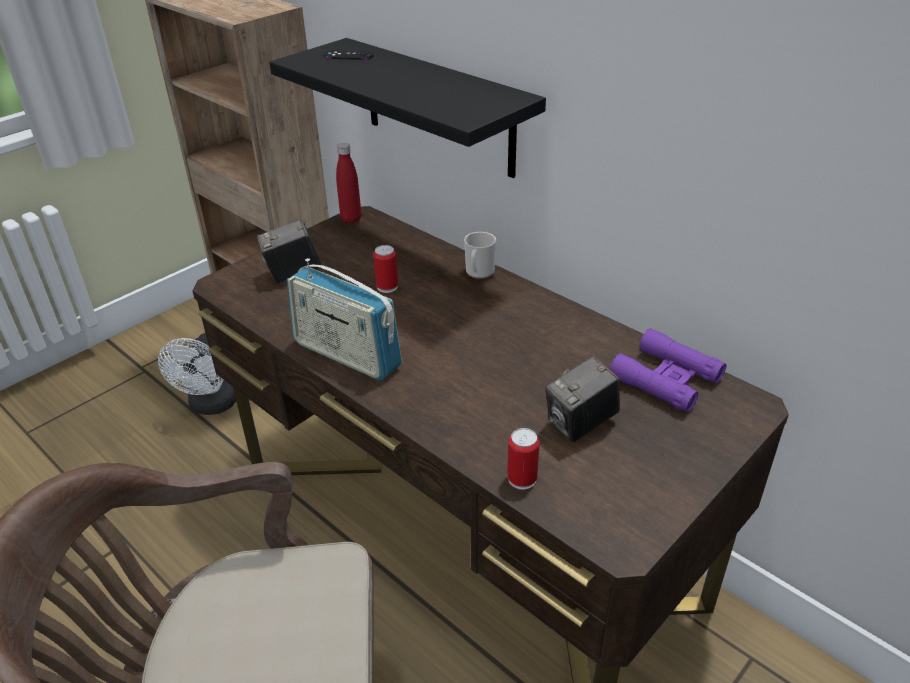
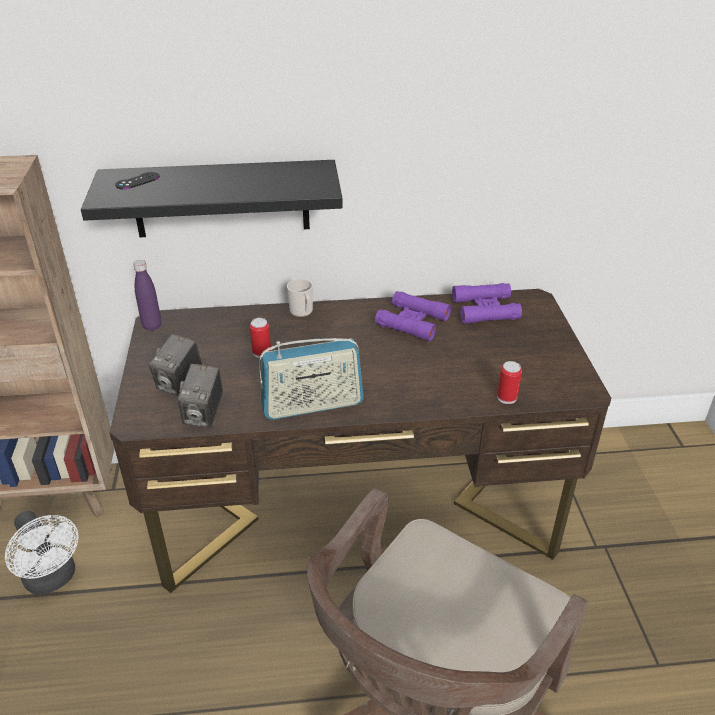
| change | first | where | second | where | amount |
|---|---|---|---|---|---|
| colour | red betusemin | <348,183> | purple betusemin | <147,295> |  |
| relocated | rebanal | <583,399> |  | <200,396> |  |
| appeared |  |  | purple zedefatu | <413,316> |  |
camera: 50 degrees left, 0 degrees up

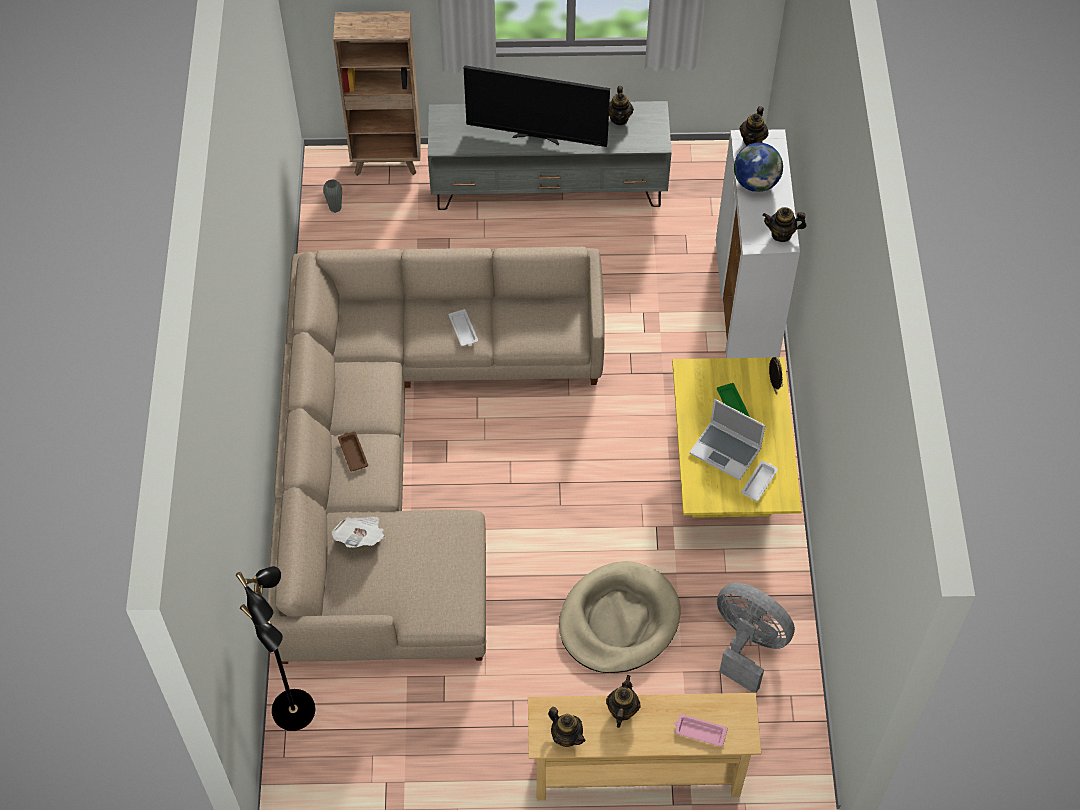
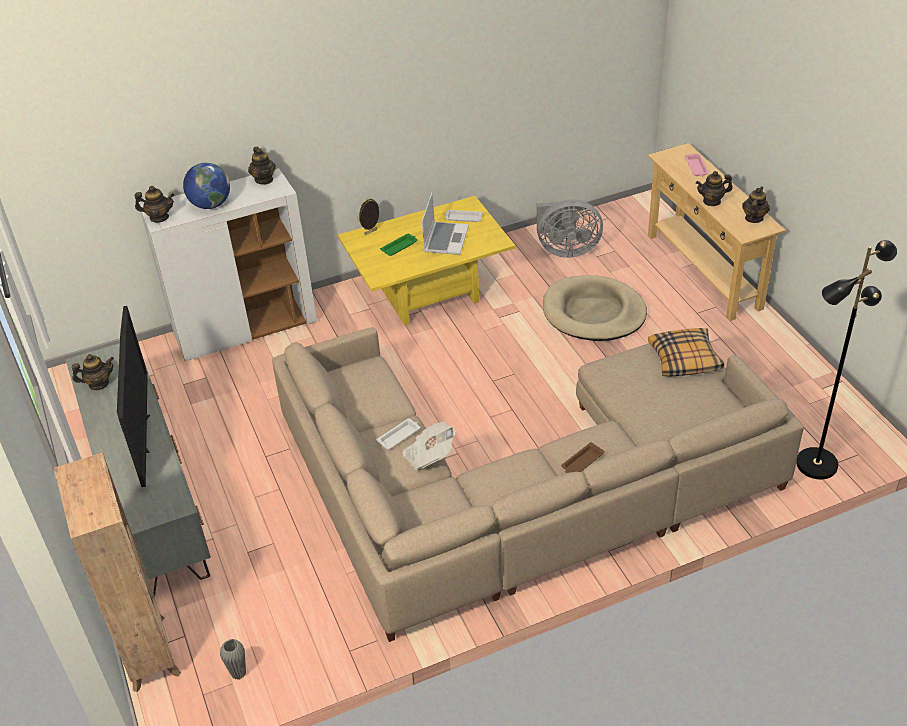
| change | first | where | second | where | amount |
|---|---|---|---|---|---|
| relocated | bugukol | <358,532> |  | <429,445> |  |
| spun | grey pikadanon | <756,637> |  | <570,228> | 105 degrees counterclockwise |
| appeared |  |  | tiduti | <686,352> |  |
camera: 110 degrees left, 15 degrees down

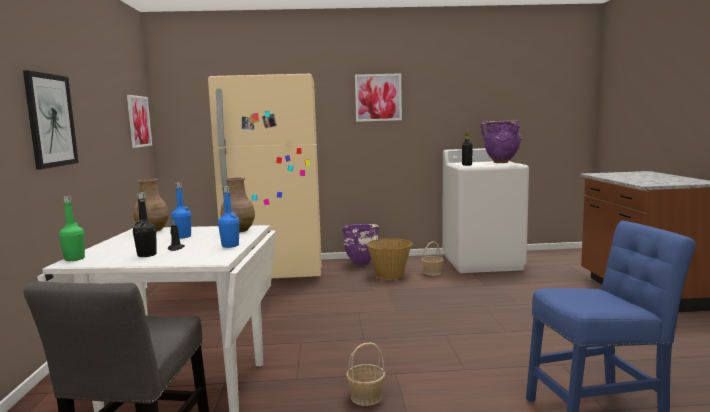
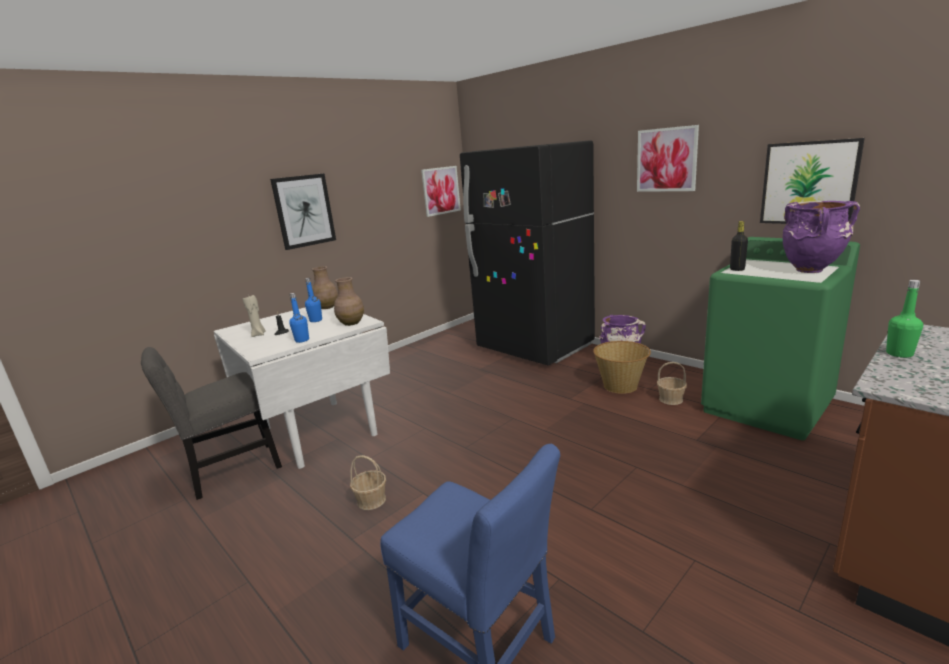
| change | first | where | second | where | amount |
|---|---|---|---|---|---|
| exchanged | black betusemin | <144,224> | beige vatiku | <254,316> |  |
| colour | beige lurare | <265,176> | black lurare | <527,253> |  |
| colour | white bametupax | <485,210> | green bametupax | <780,338> |  |
| appeared |  |  | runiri | <812,181> |  |
| relocated | green betusemin | <72,228> |  | <904,319> |  |
camera: 50 degrees right, 10 degrees up

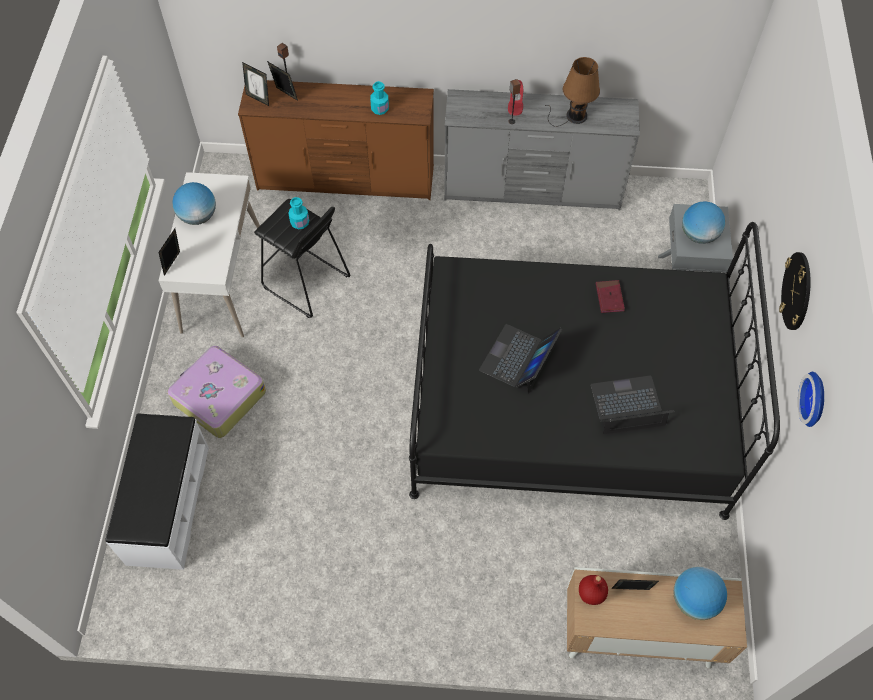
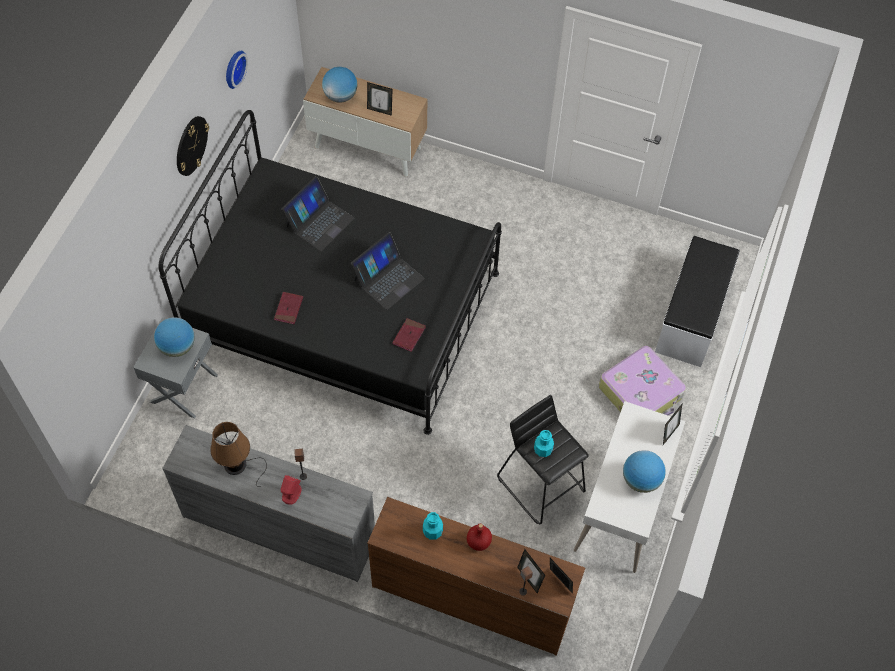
| change | first | where | second | where | amount |
|---|---|---|---|---|---|
| spun | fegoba | <632,404> |  | <318,213> | 60 degrees counterclockwise |
| appeared |  |  | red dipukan | <409,335> |  |
| relocated | red betusemin | <593,590> |  | <479,537> |  |
camera: 165 degrees left, 0 degrees up

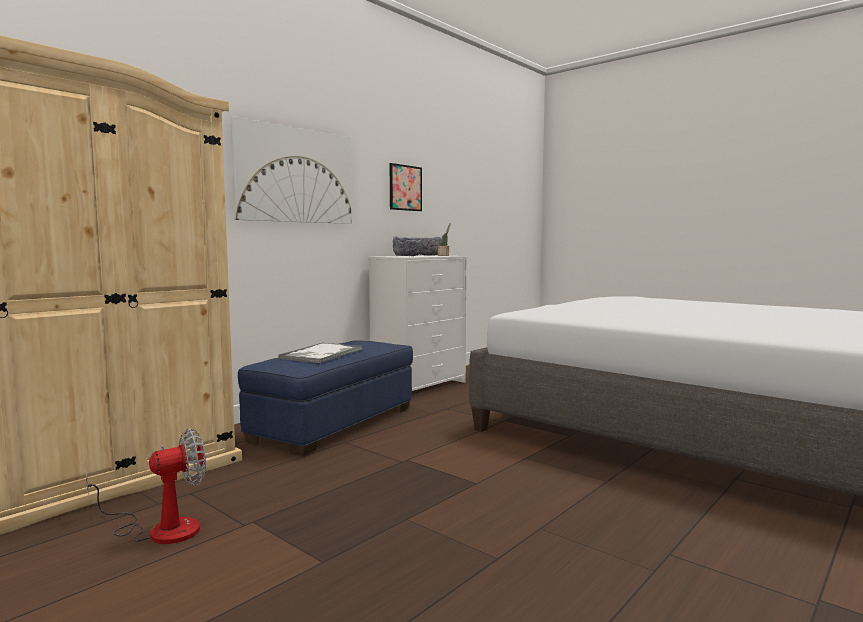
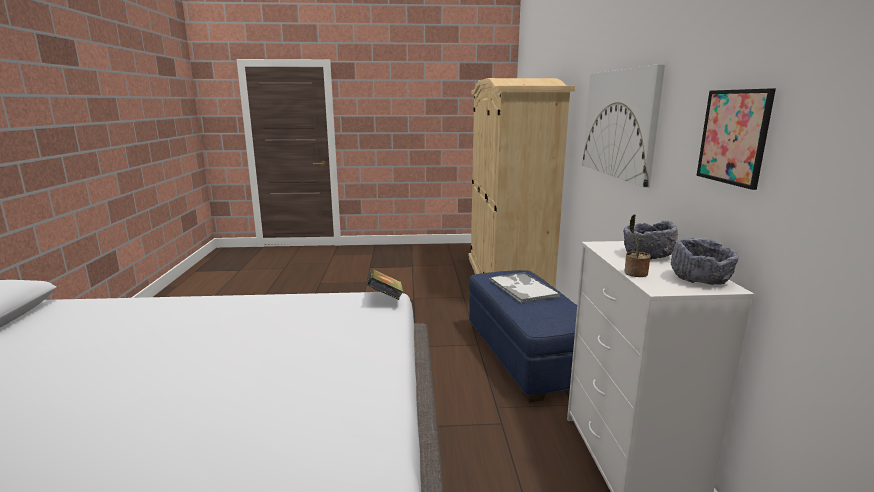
| change | first | where | second | where | amount |
|---|---|---|---|---|---|
| appeared |  |  | dipukan | <385,284> |  |
| missing | pikadanon | <146,486> |  |  |  |
camera: 135 degrees right, 10 degrees up

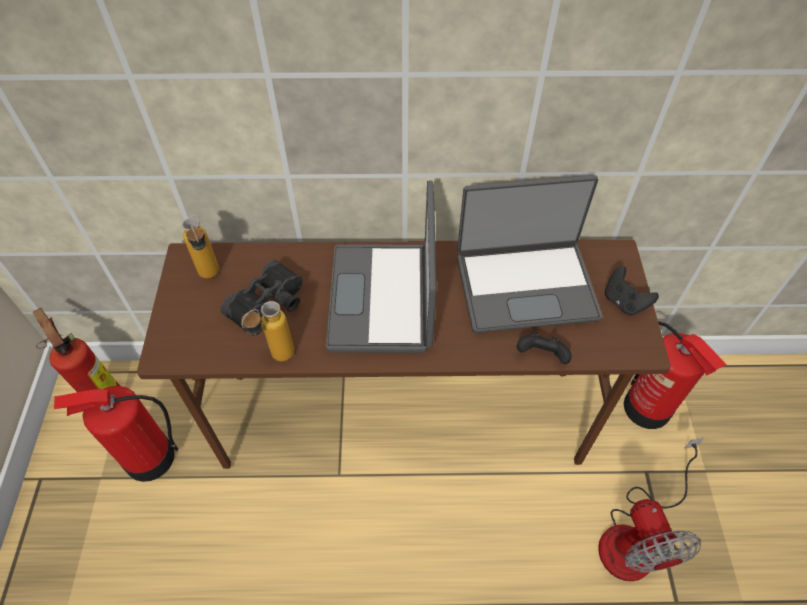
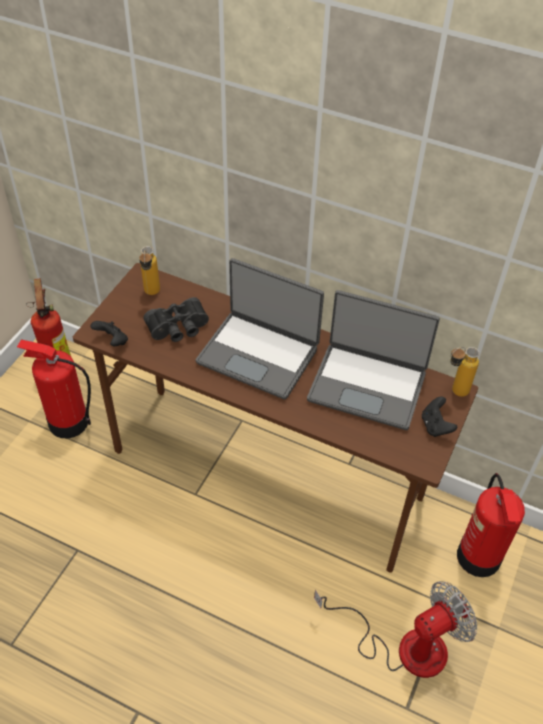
| change | first | where | second | where | amount |
|---|---|---|---|---|---|
| relocated | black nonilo | <544,347> |  | <109,333> |  |
| spun | fegoba | <381,266> |  | <260,328> | 90 degrees counterclockwise |
| spun | pikadanon | <651,509> |  | <395,629> | 135 degrees counterclockwise |
| relocated | betusemin | <267,331> |  | <465,372> |  |
camera: 25 degrees right, 5 degrees down

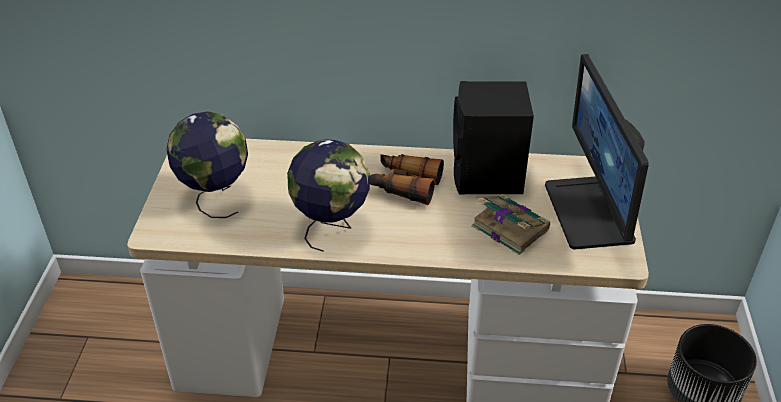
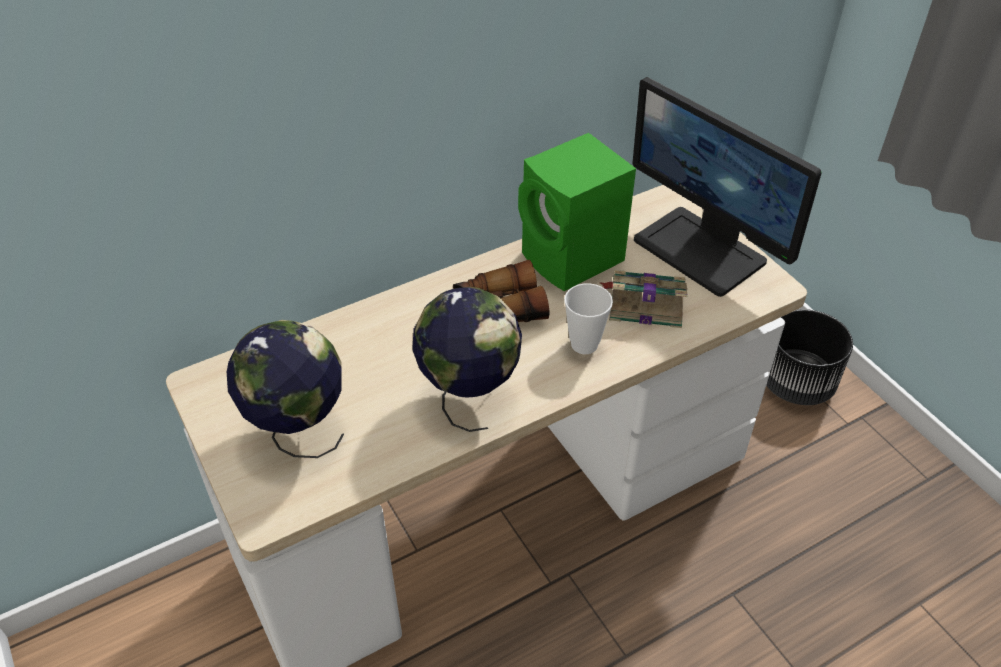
| change | first | where | second | where | amount |
|---|---|---|---|---|---|
| colour | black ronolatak | <493,138> | green ronolatak | <577,212> |  |
| appeared |  |  | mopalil | <588,318> |  |
camera: 35 degrees left, 5 degrees up

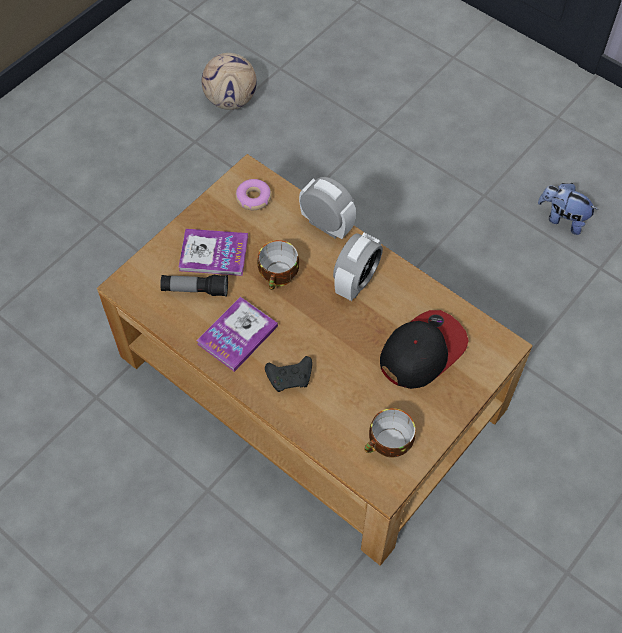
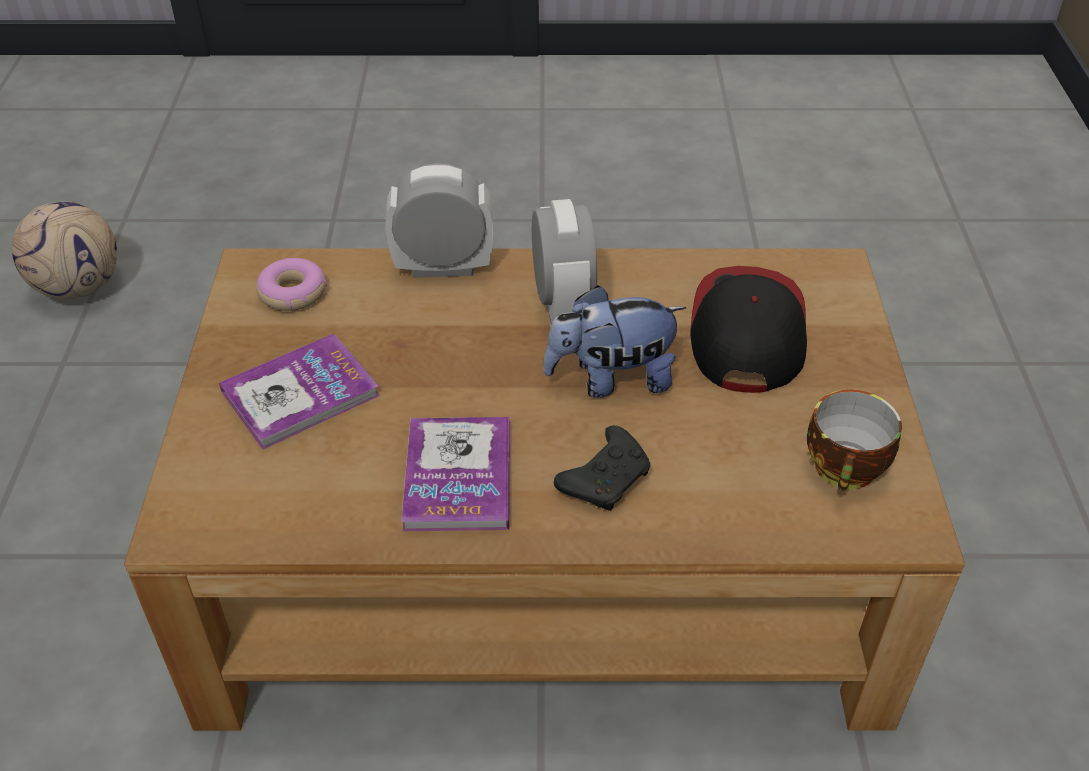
| change | first | where | second | where | amount |
|---|---|---|---|---|---|
| relocated | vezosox | <568,209> |  | <614,341> |  |
| missing | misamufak | <194,286> |  |  |  |
| missing | mopalil | <278,265> |  |  |  |
camera: 40 degrees left, 15 degrees down

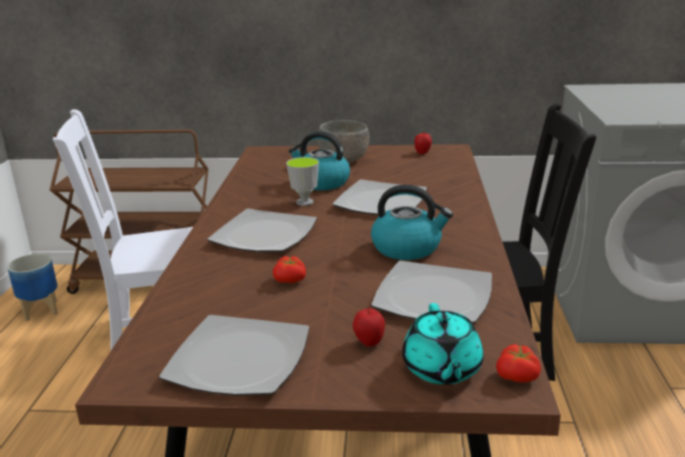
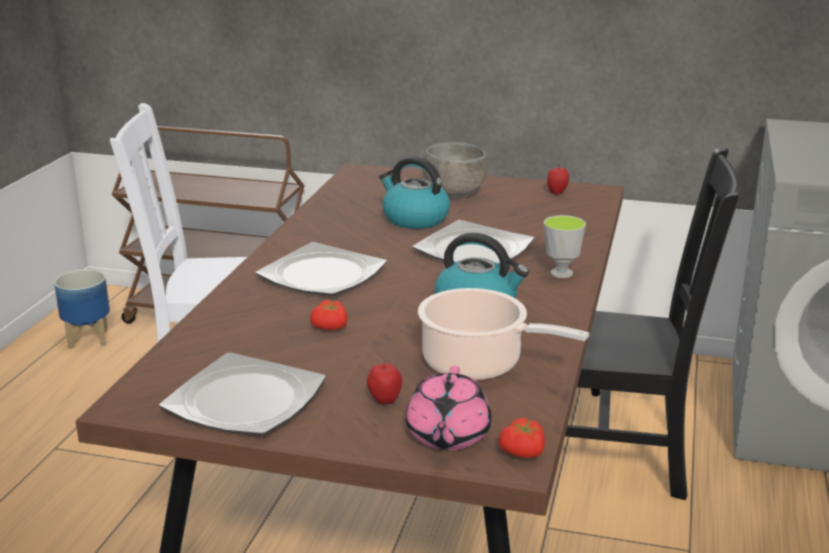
| change | first | where | second | where | amount |
|---|---|---|---|---|---|
| colour | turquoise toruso | <443,344> | pink toruso | <449,408> |  |
| exchanged | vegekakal | <431,292> | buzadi | <503,334> |  |
| relocated | mopalil | <302,181> |  | <565,246> |  |
camera: 10 degrees right, 0 degrees up

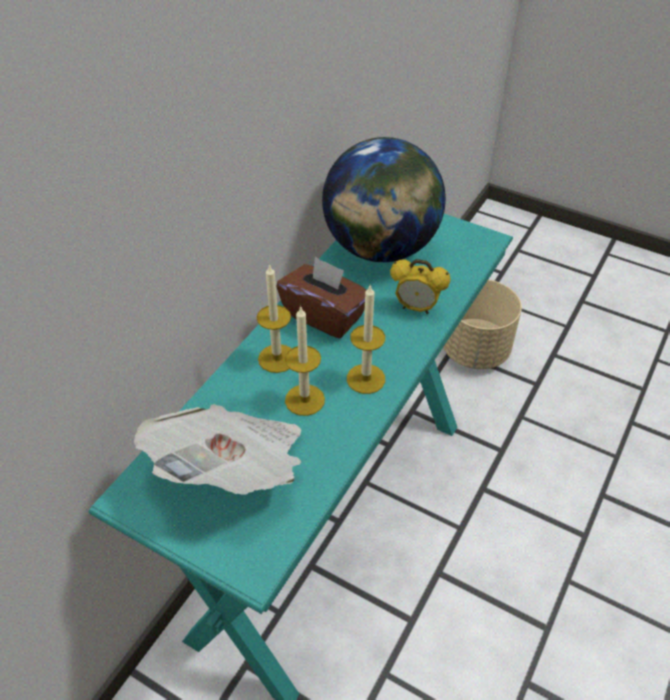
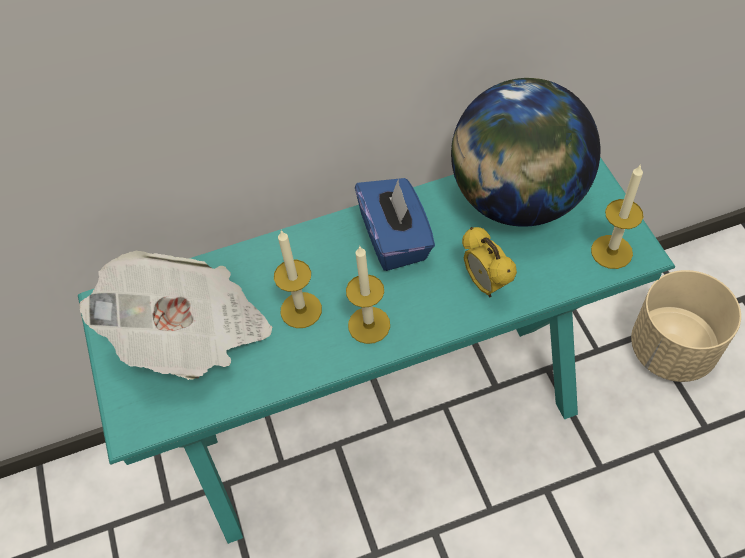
| change | first | where | second | where | amount |
|---|---|---|---|---|---|
| colour | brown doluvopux | <321,297> | blue doluvopux | <395,224> |  |
| relocated | vatiku | <274,318> |  | <617,216> |  |
camera: 45 degrees right, 10 degrees up

